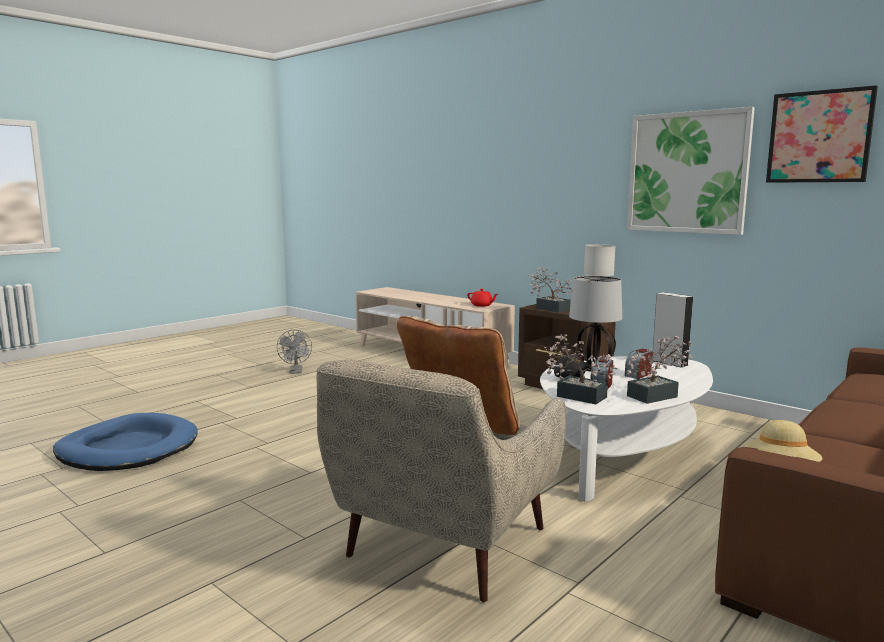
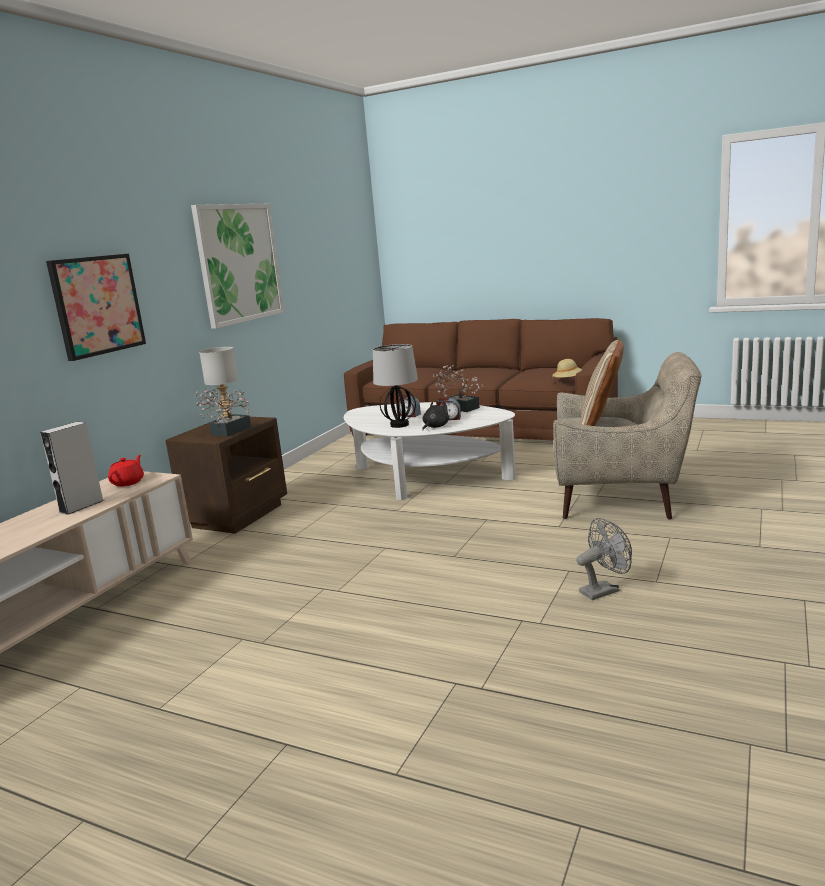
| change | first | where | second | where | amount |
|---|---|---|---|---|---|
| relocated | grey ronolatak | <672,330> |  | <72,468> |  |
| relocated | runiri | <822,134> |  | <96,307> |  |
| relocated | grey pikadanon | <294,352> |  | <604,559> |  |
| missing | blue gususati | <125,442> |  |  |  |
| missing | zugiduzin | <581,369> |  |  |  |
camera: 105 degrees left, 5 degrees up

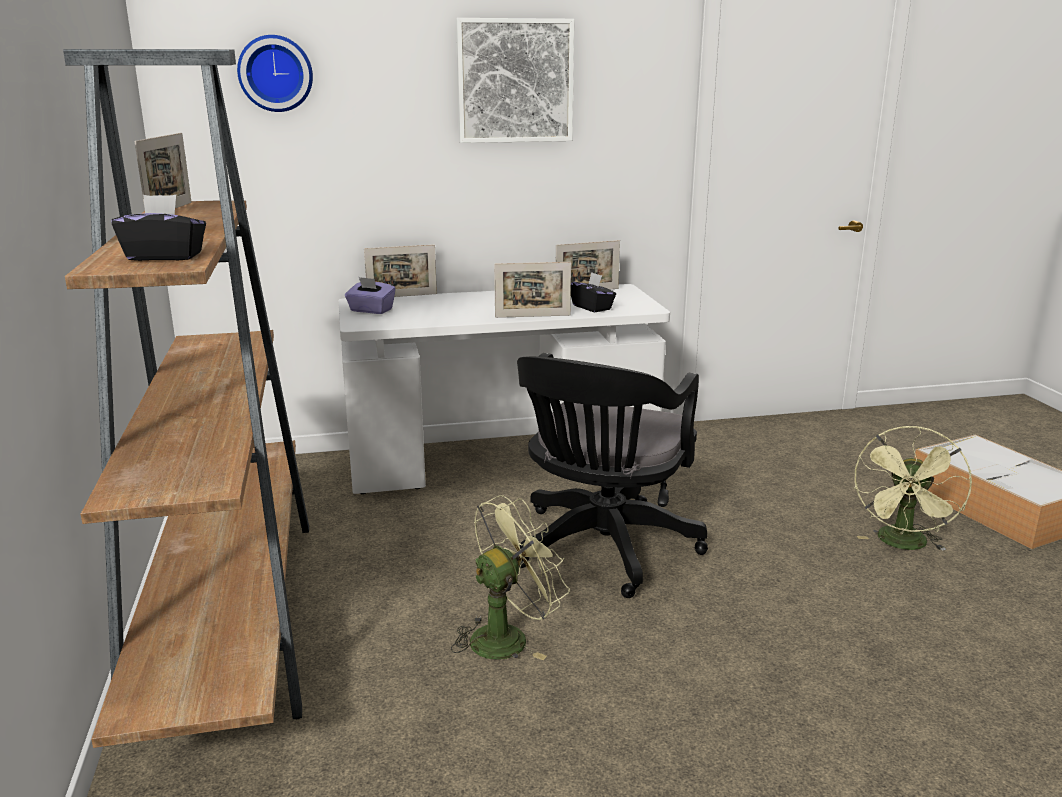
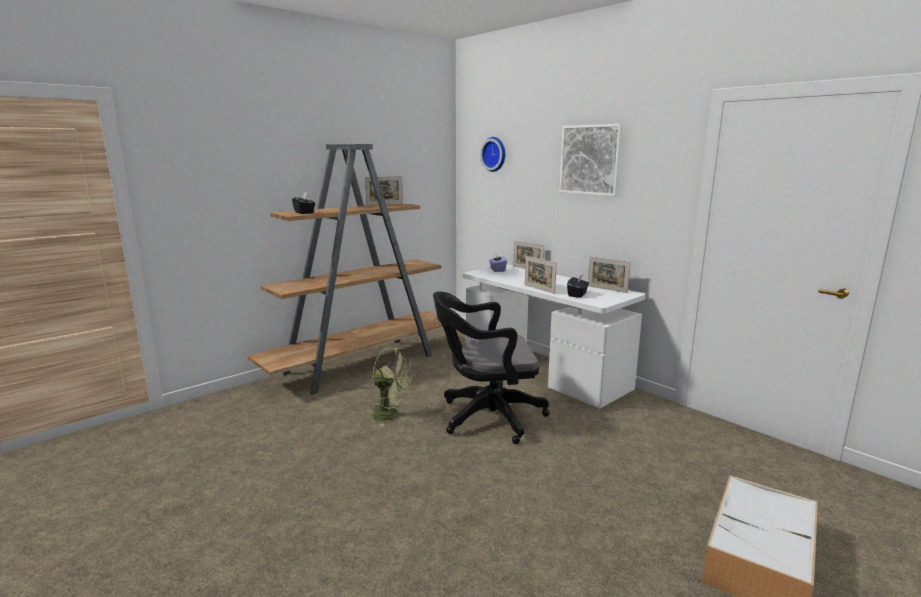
| change | first | where | second | where | amount |
|---|---|---|---|---|---|
| missing | green pikadanon | <913,488> |  |  |  |
camera: 60 degrees right, 5 degrees down

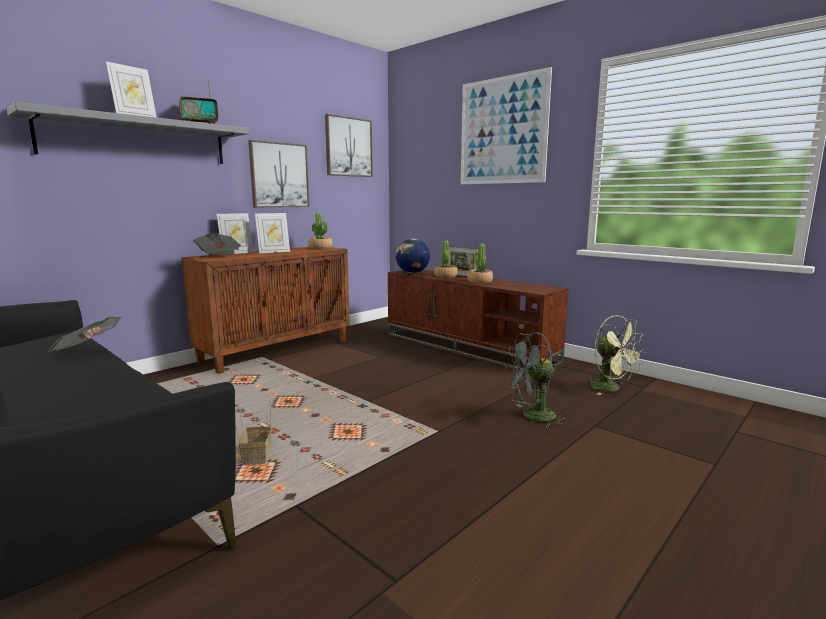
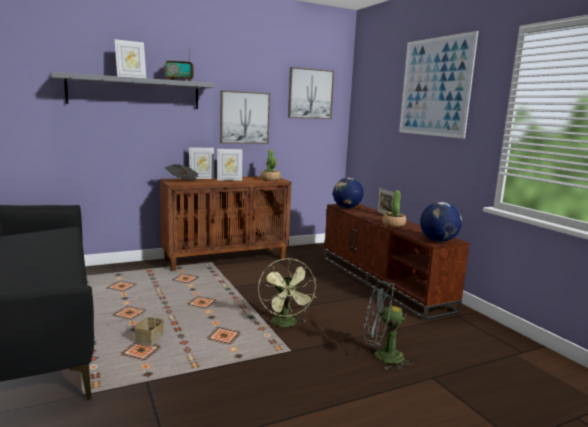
| change | first | where | second | where | amount |
|---|---|---|---|---|---|
| relocated | green pikadanon | <617,355> |  | <287,292> |  |
| appeared |  |  | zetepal | <441,222> |  |
| missing | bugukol | <84,334> |  |  |  |
| missing | zugiduzin | <446,259> |  |  |  |
camera: 20 degrees right, 0 degrees up

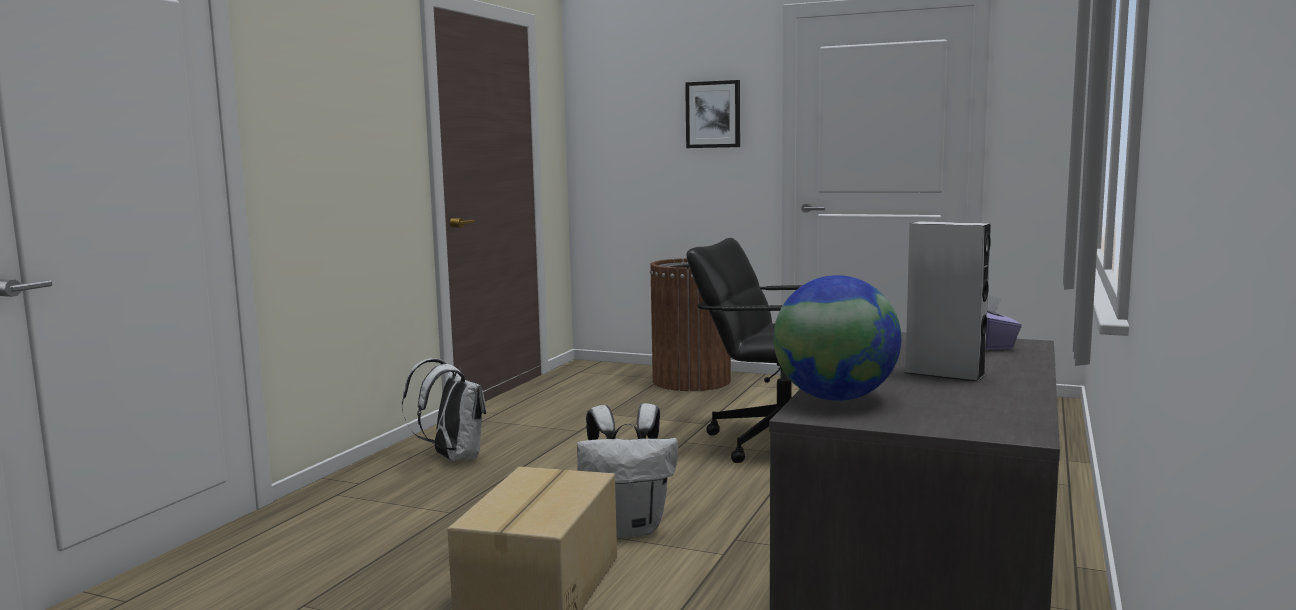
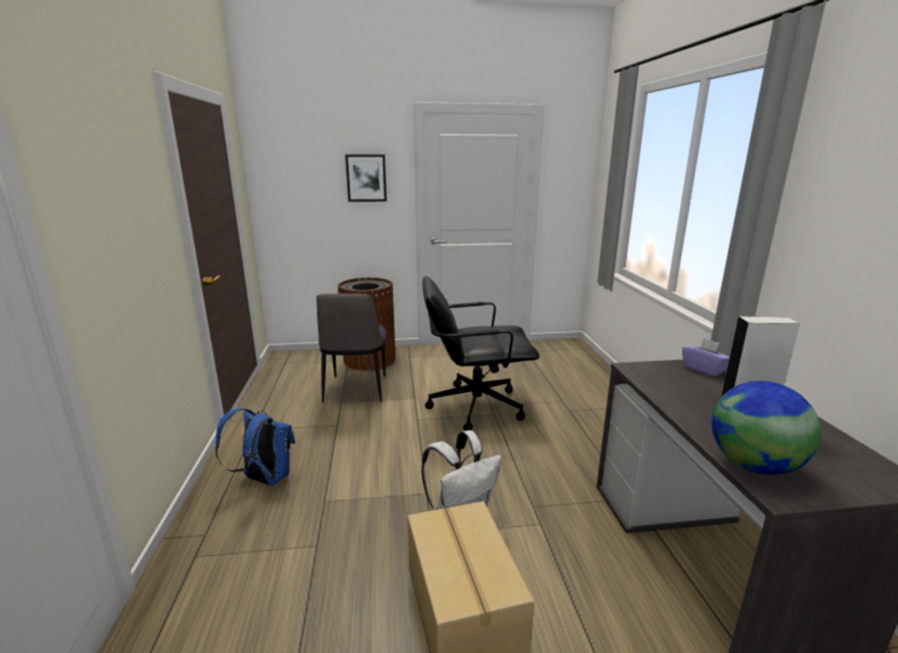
| change | first | where | second | where | amount |
|---|---|---|---|---|---|
| colour | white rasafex | <444,410> | blue rasafex | <255,447> |  |
| appeared |  |  | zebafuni | <351,348> |  |
camera: 30 degrees left, 10 degrees up

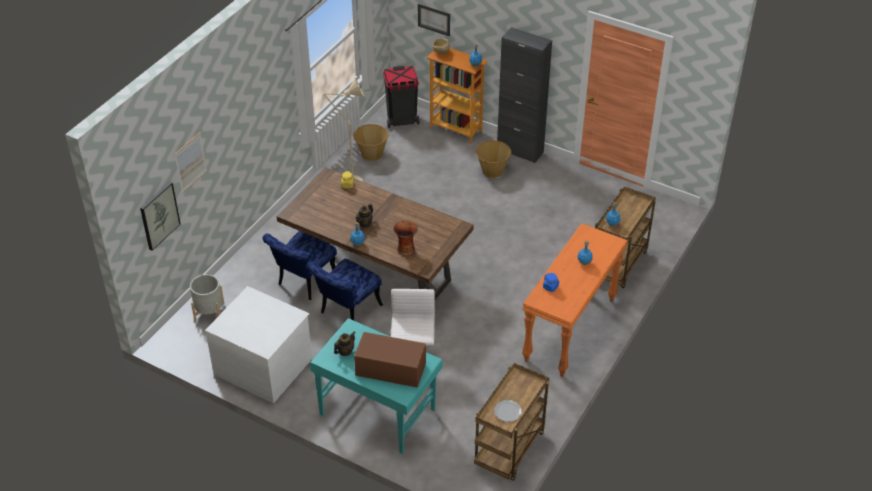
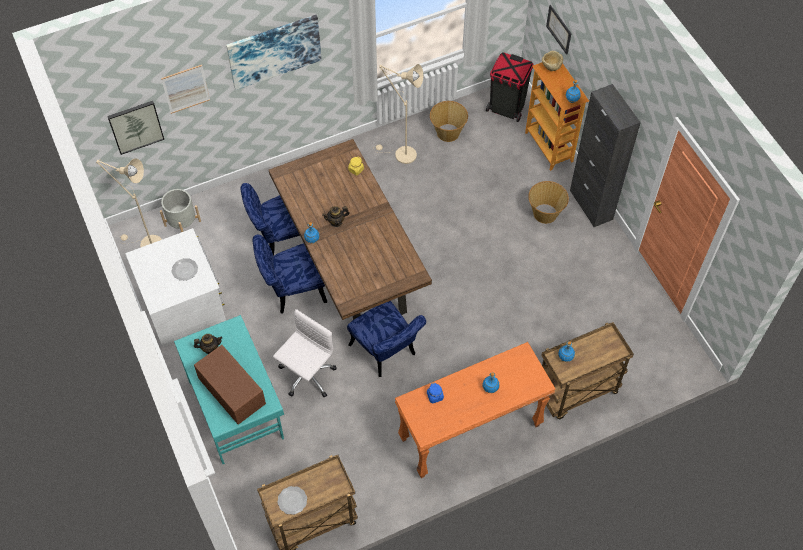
| change | first | where | second | where | amount |
|---|---|---|---|---|---|
| appeared |  |  | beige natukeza | <129,202> |  |
| appeared |  |  | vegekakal | <185,269> |  |
| appeared |  |  | runiri | <274,52> |  |
| appeared |  |  | blue zebafuni | <386,339> |  |
| missing | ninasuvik | <405,238> |  |  |  |
camera: 35 degrees right, 15 degrees up

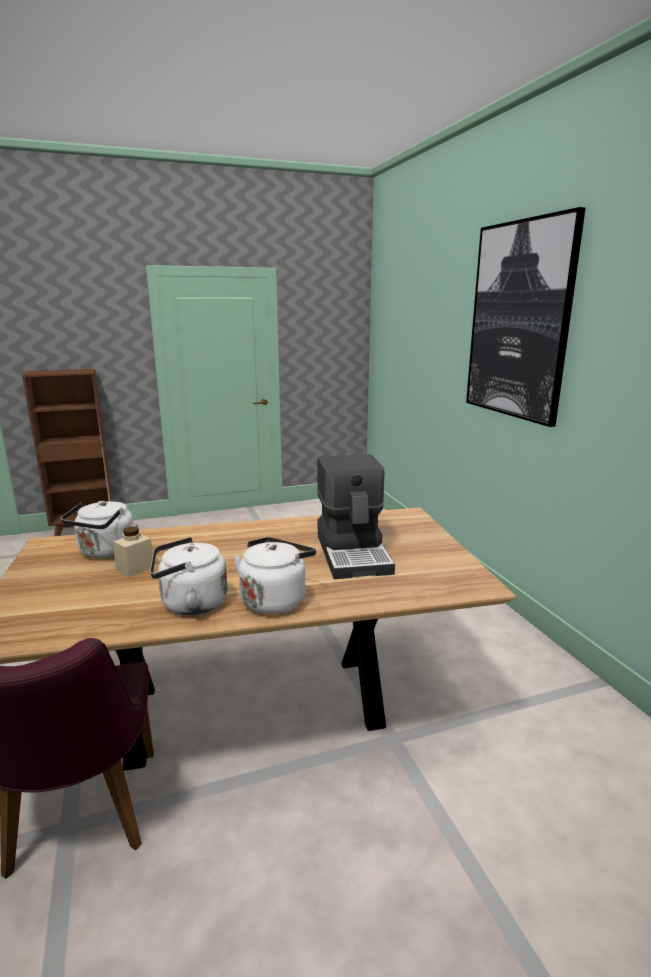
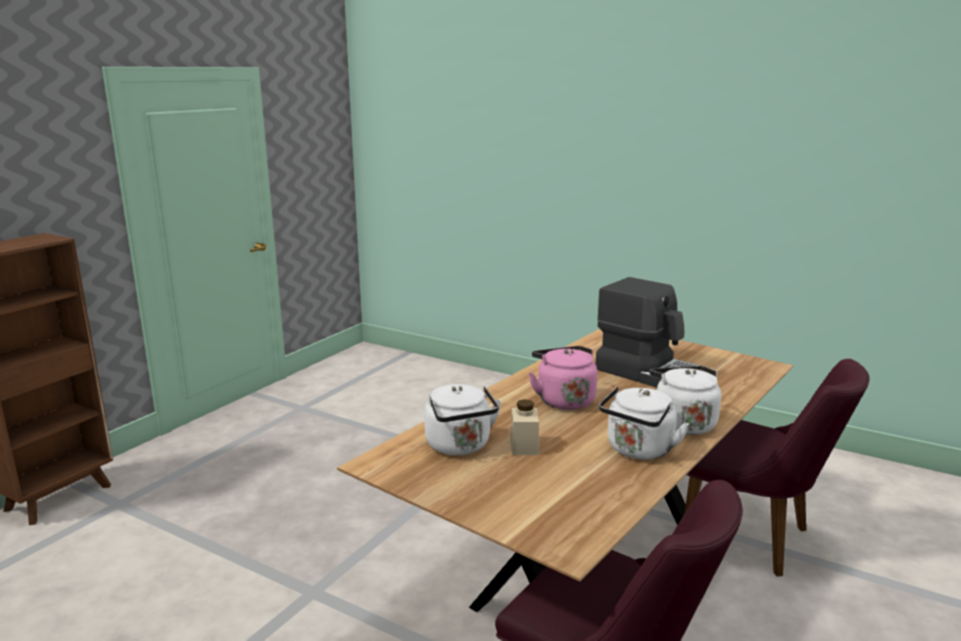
| change | first | where | second | where | amount |
|---|---|---|---|---|---|
| appeared |  |  | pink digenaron | <563,378> |  |
| appeared |  |  | purple zebafuni | <777,468> |  |
| missing | runiri | <526,317> |  |  |  |
camera: 40 degrees left, 0 degrees up

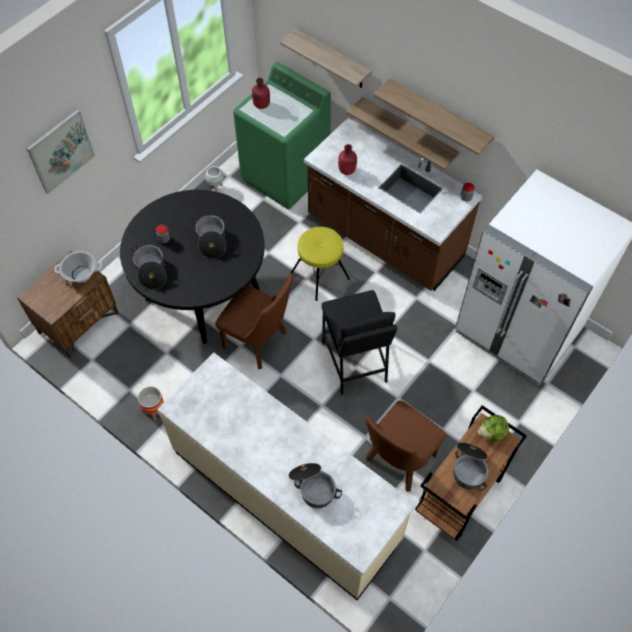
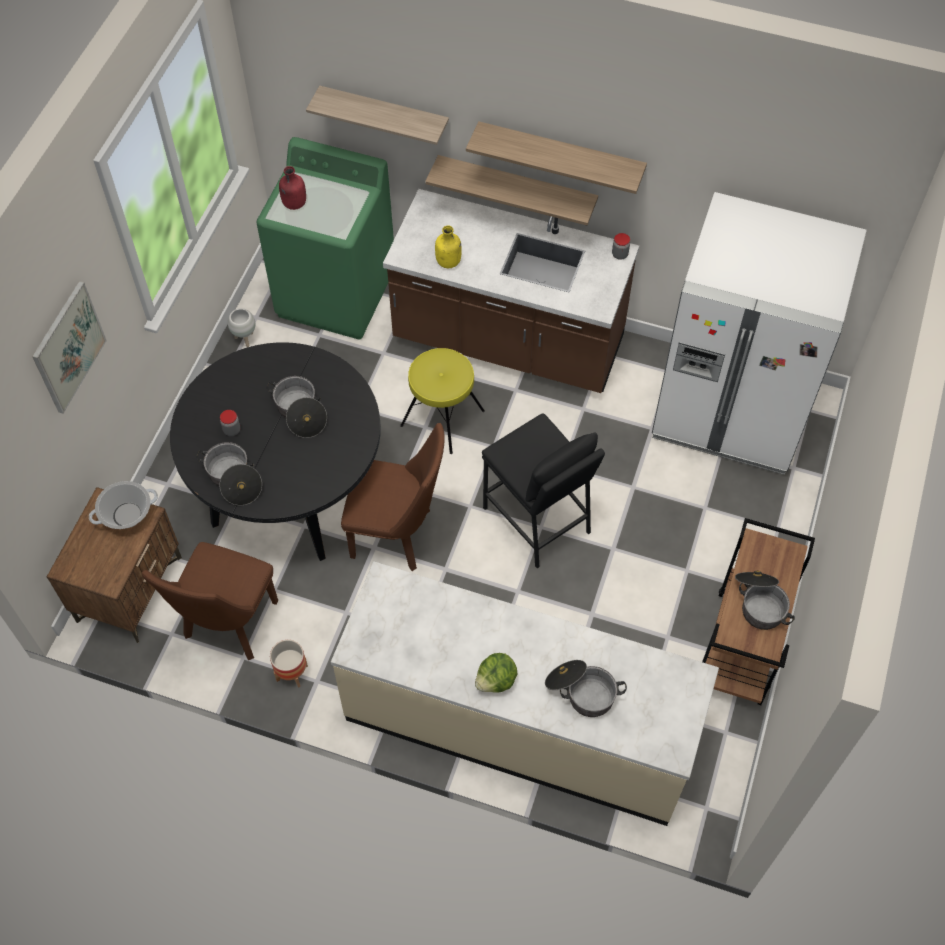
| change | first | where | second | where | amount |
|---|---|---|---|---|---|
| relocated | brown zebafuni | <406,446> |  | <210,601> |  |
| colour | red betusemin | <347,159> | yellow betusemin | <448,247> |  |
| relocated | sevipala | <493,428> |  | <496,673> |  |
camera: 20 degrees left, 0 degrees up

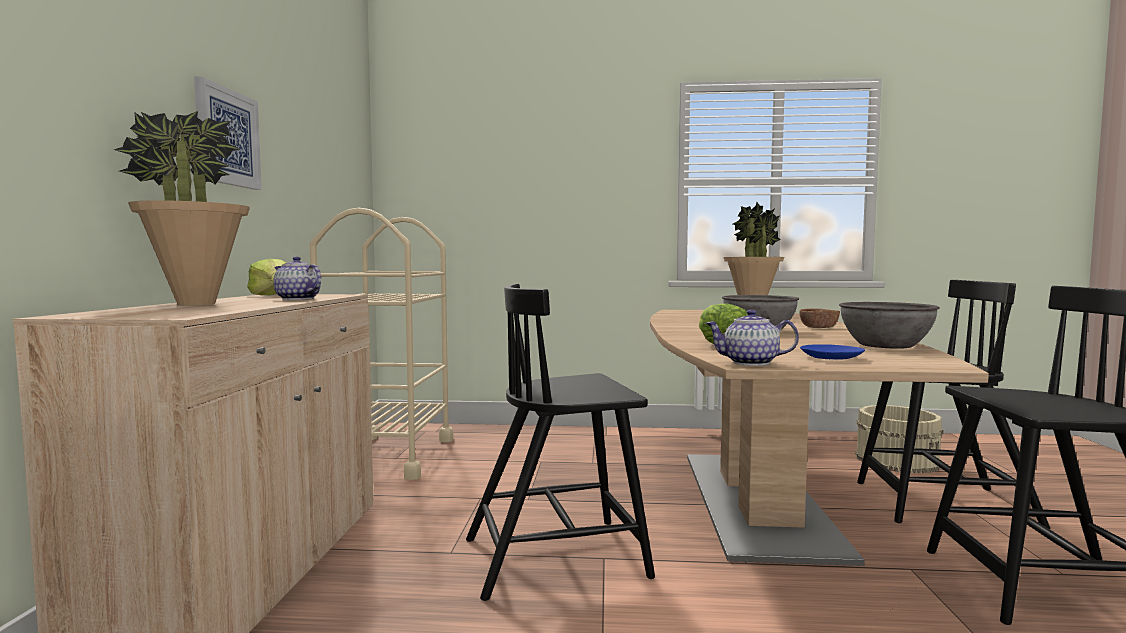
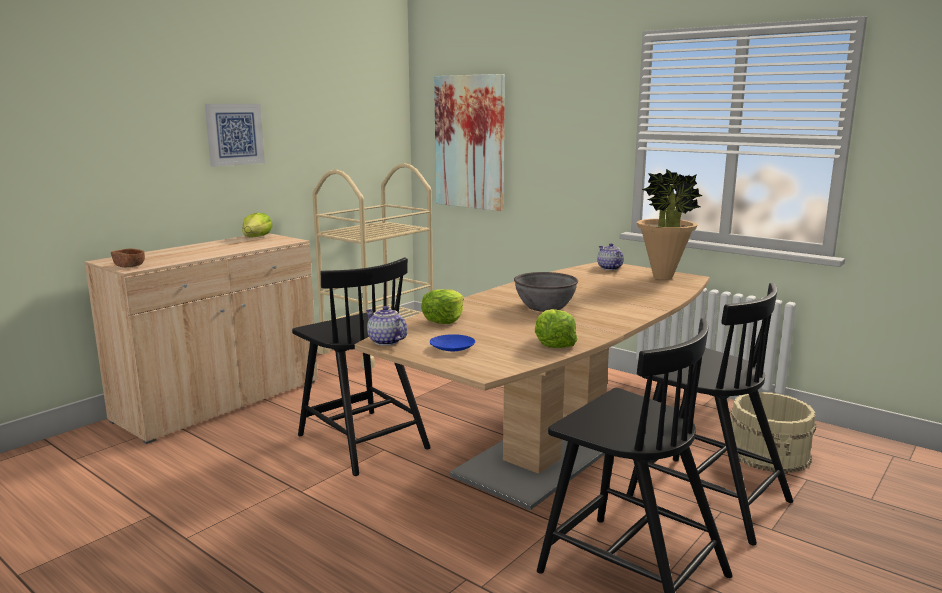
| change | first | where | second | where | amount |
|---|---|---|---|---|---|
| relocated | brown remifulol | <819,318> |  | <128,257> |  |
| spun | black zebafuni | <560,442> |  | <361,367> | 150 degrees counterclockwise |
| appeared |  |  | runiri | <469,142> |  |
| exchanged | grey remifulol | <889,325> | sevipala | <556,328> |  |
| relocated | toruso | <297,278> |  | <610,256> |  |
| missing | zugiduzin | <181,208> |  |  |  |
camera: 35 degrees right, 10 degrees up

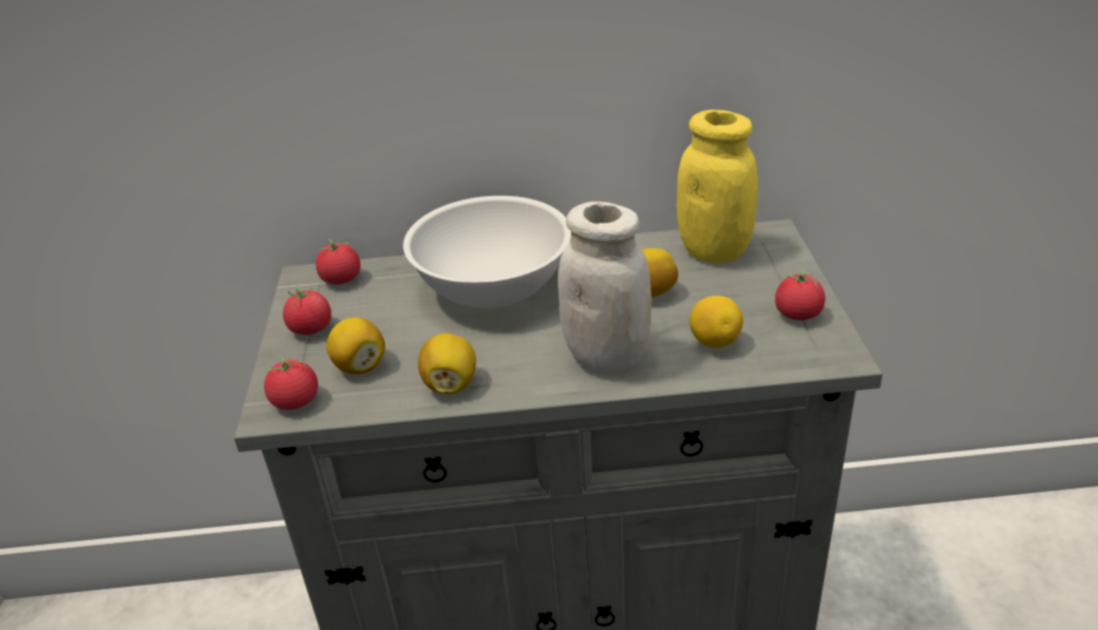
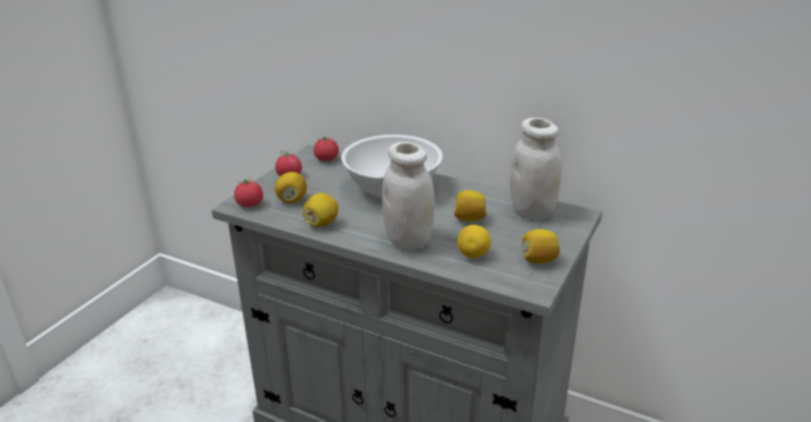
| change | first | where | second | where | amount |
|---|---|---|---|---|---|
| colour | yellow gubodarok | <717,186> | white gubodarok | <536,168> |  |
| exchanged | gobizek | <800,294> | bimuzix | <541,246> |  |
camera: 30 degrees right, 5 degrees down

